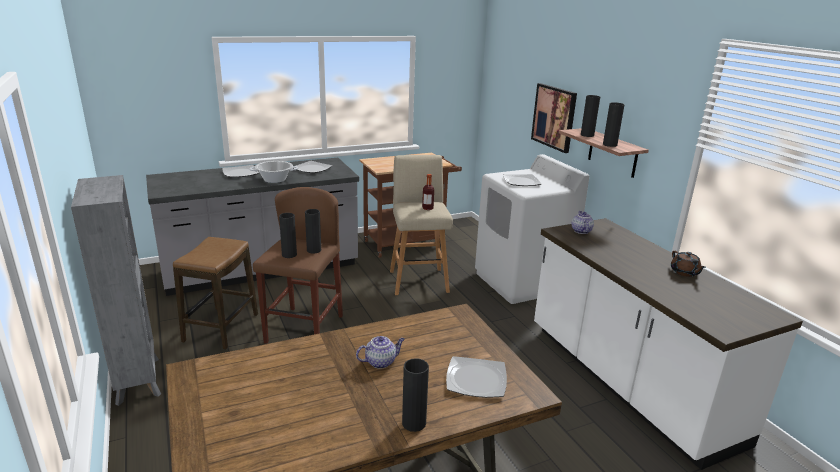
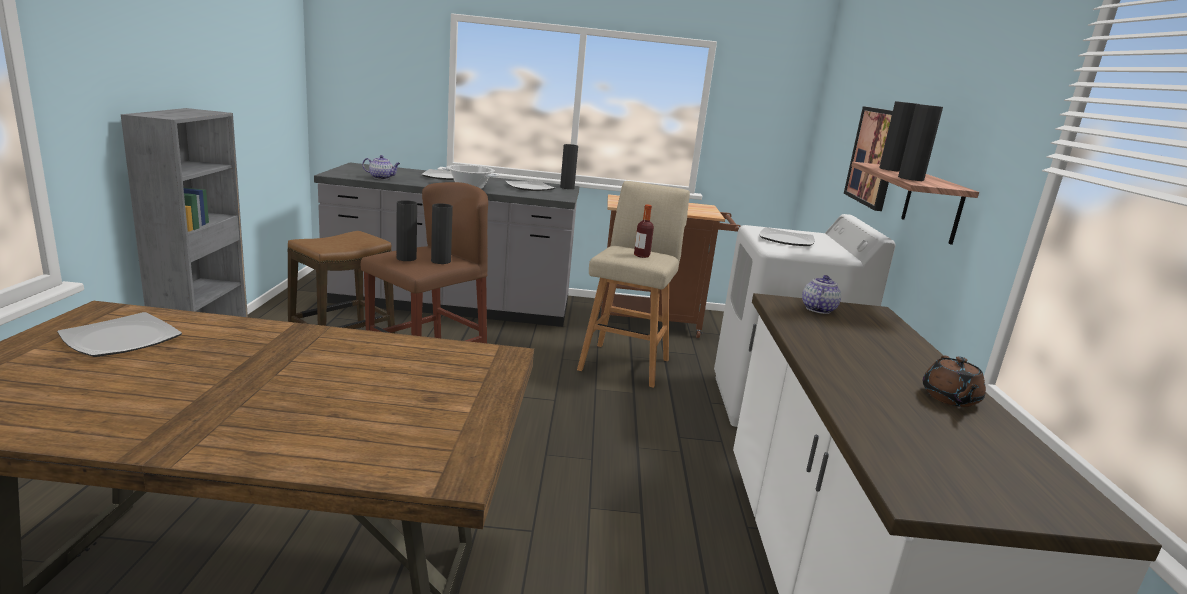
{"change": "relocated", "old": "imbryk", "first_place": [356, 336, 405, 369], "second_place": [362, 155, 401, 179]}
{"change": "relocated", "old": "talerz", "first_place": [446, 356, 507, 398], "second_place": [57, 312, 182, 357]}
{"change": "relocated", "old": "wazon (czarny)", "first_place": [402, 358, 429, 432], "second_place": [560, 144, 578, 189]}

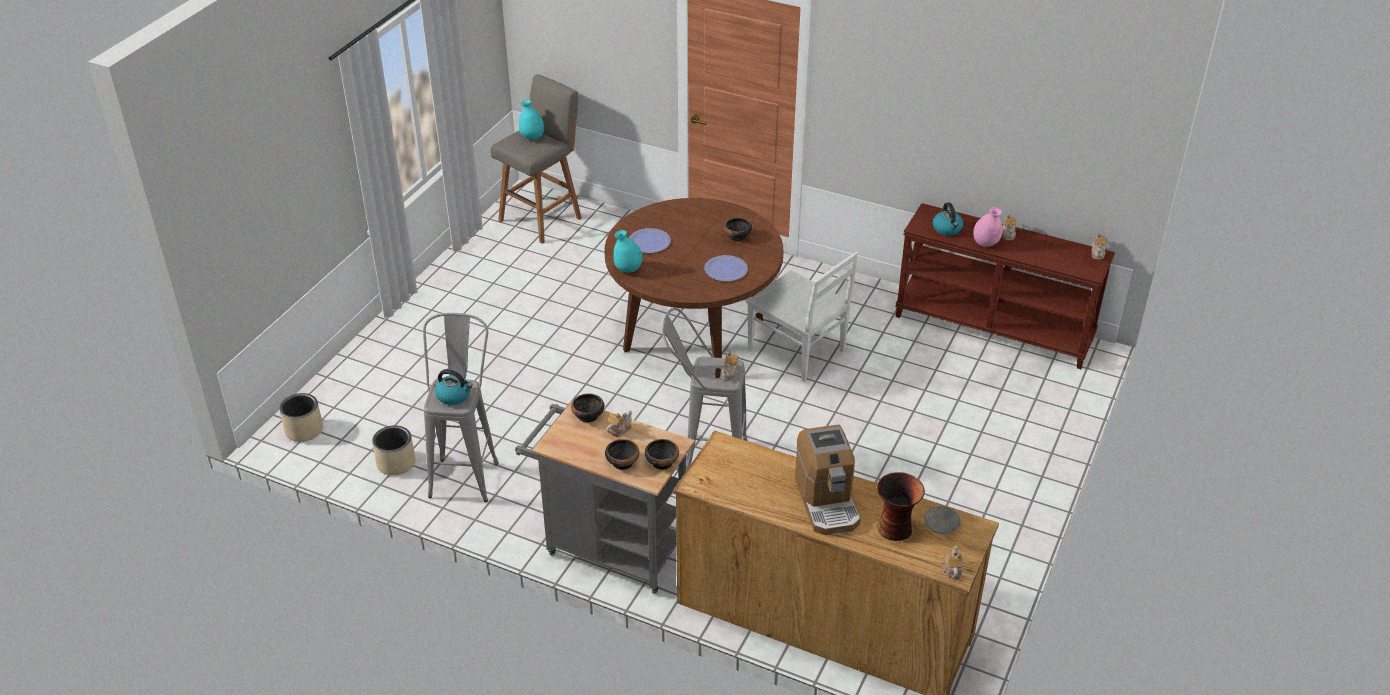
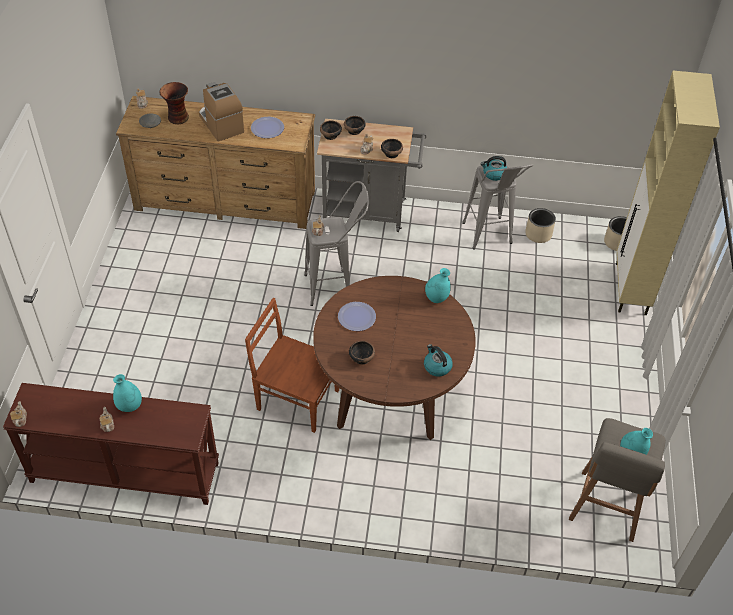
{"change": "relocated", "old": "czajnik", "first_place": [933, 202, 963, 236], "second_place": [424, 344, 453, 377]}
{"change": "colour", "old": "wazon (różowy)", "new": "wazon (turkusowy)", "first_place": [973, 207, 1002, 247], "second_place": [113, 374, 142, 412]}
{"change": "relocated", "old": "talerz", "first_place": [629, 228, 671, 253], "second_place": [251, 117, 284, 138]}
{"change": "colour", "old": "krzesło (biały)", "new": "krzesło (brązowy)", "first_place": [747, 251, 858, 382], "second_place": [245, 298, 339, 433]}
{"change": "appeared", "new": "szafka (beżowy)", "second_place": [616, 70, 720, 315]}

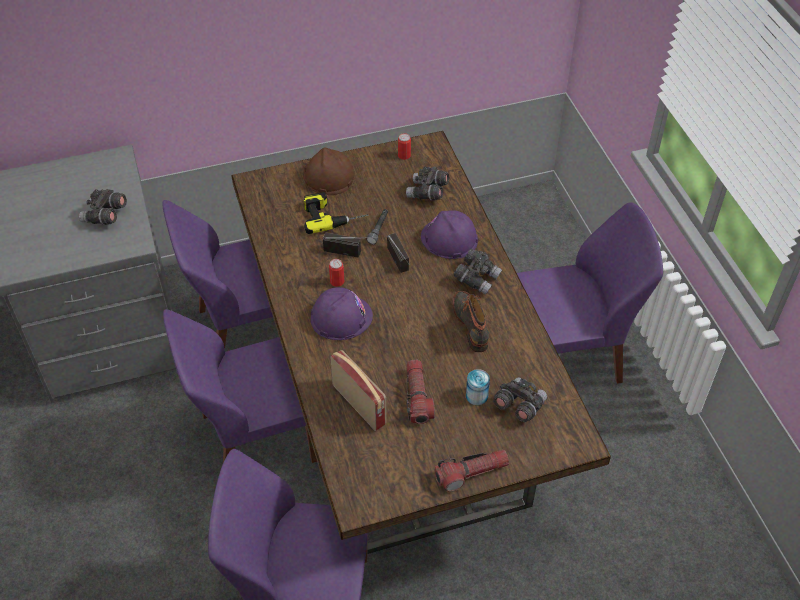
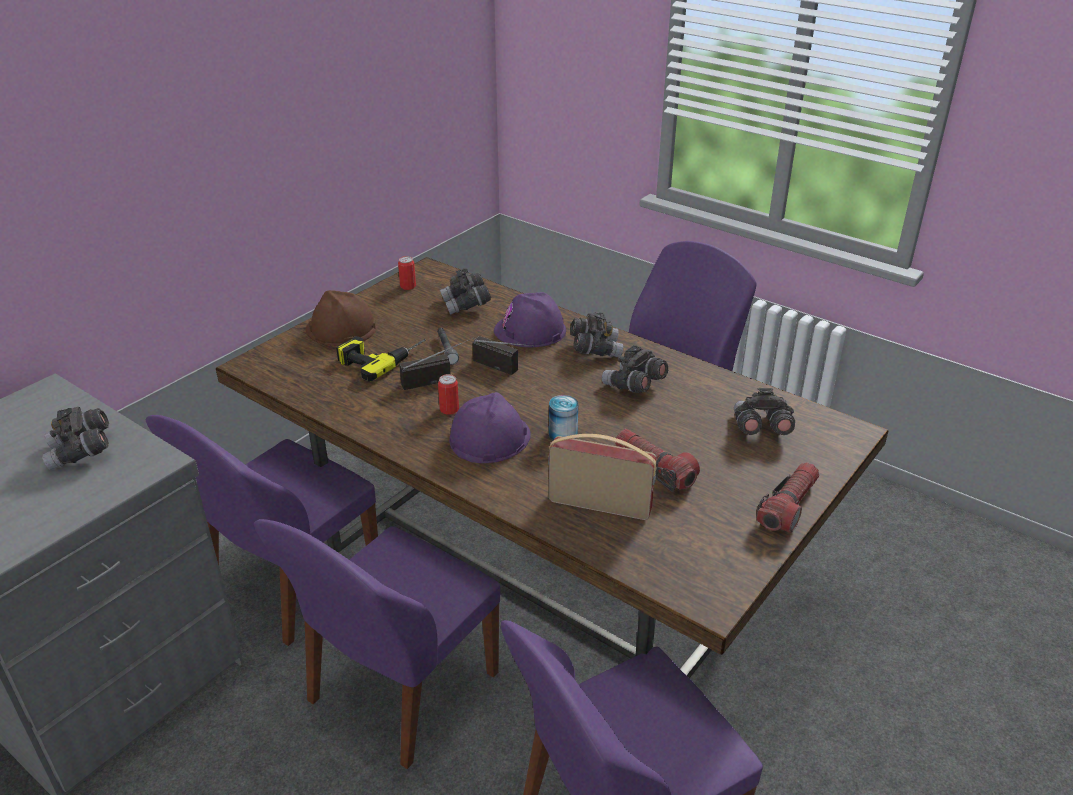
{"change": "exchanged", "old": "but z cholewką", "new": "lornetka (szary)", "first_place": [453, 291, 489, 352], "second_place": [602, 345, 669, 393]}
{"change": "relocated", "old": "puszka", "first_place": [466, 369, 490, 405], "second_place": [549, 395, 578, 441]}

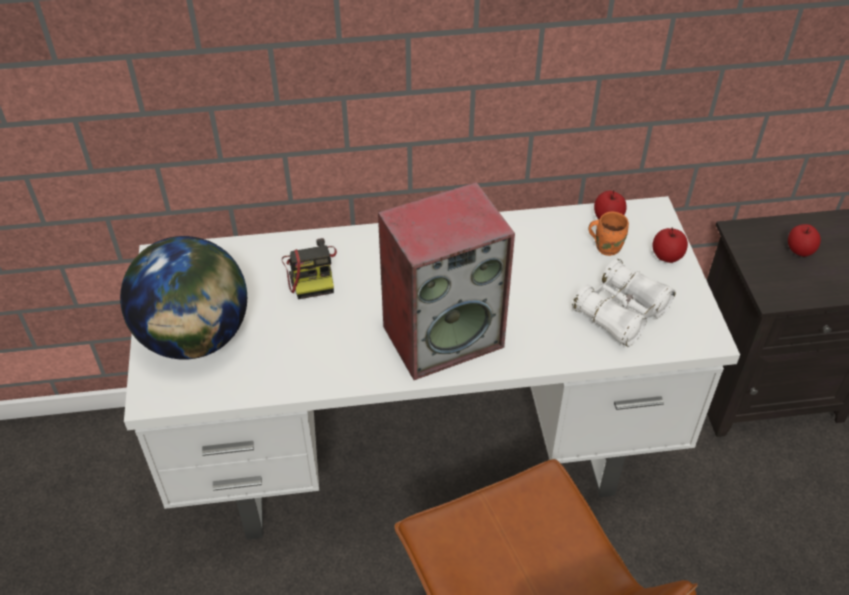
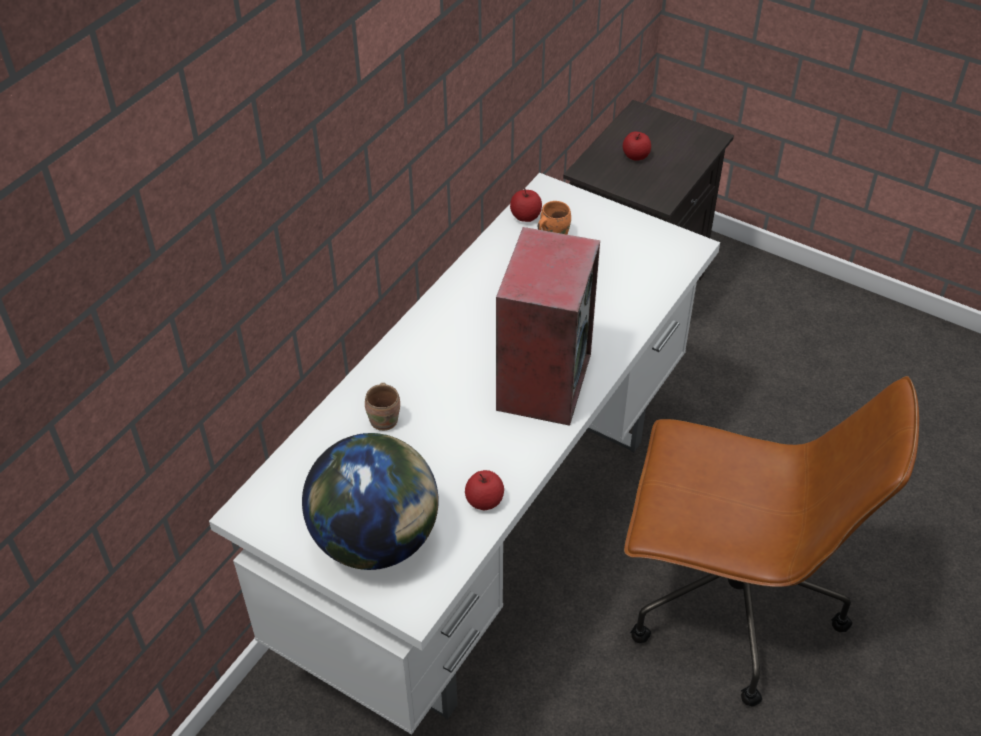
{"change": "relocated", "old": "jabłko", "first_place": [652, 227, 688, 263], "second_place": [465, 470, 504, 510]}
{"change": "exchanged", "old": "aparat fotograficzny", "new": "kubek (brązowy)", "first_place": [282, 238, 337, 299], "second_place": [365, 383, 400, 431]}
{"change": "missing", "old": "lornetka (biały)", "first_place": [572, 259, 676, 347]}

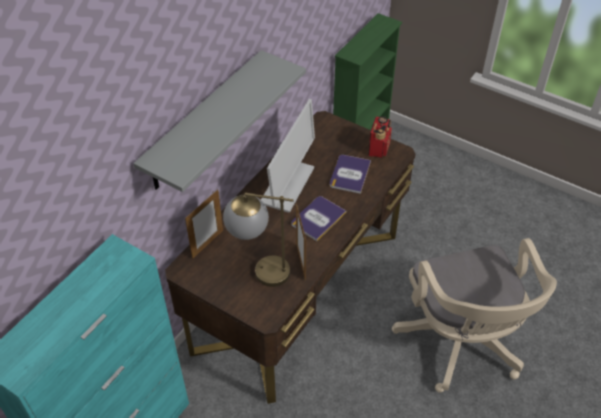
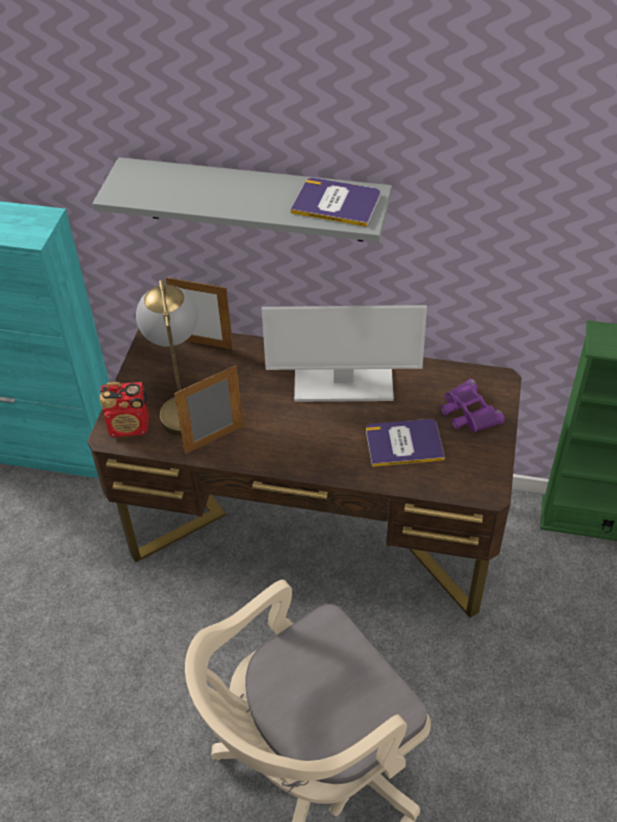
{"change": "relocated", "old": "radio", "first_place": [368, 116, 392, 158], "second_place": [99, 382, 149, 437]}
{"change": "relocated", "old": "książka", "first_place": [292, 196, 346, 241], "second_place": [291, 178, 381, 227]}
{"change": "appeared", "new": "lornetka (fioletowy)", "second_place": [441, 379, 505, 433]}

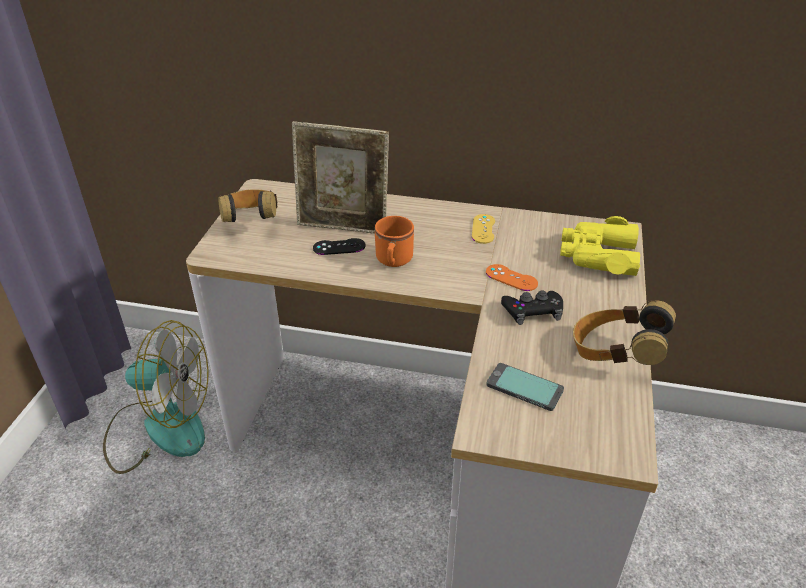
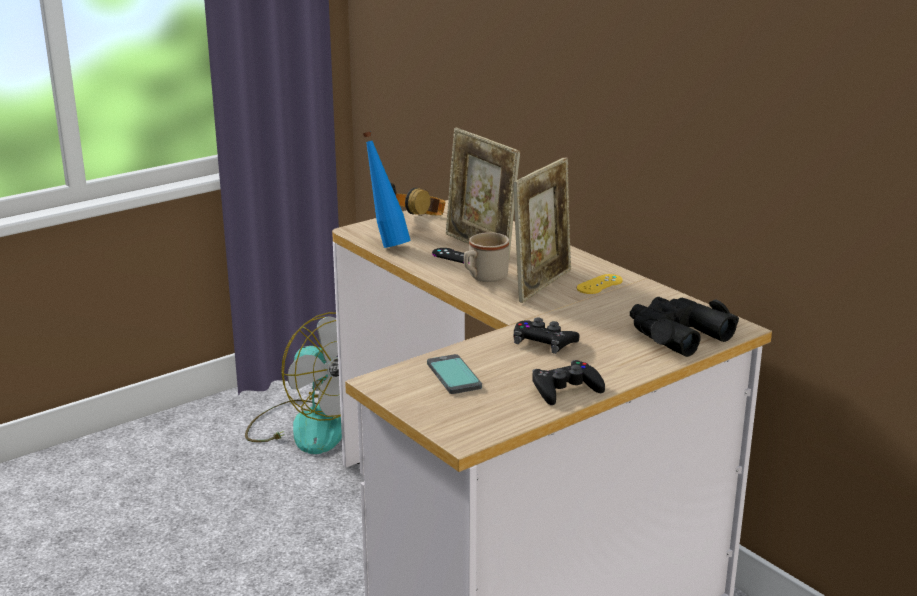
{"change": "colour", "old": "kubek (pomarańczowy)", "new": "kubek (beżowy)", "first_place": [375, 216, 414, 267], "second_place": [464, 232, 509, 282]}
{"change": "colour", "old": "lornetka (żółty)", "new": "lornetka (czarny)", "first_place": [560, 216, 640, 276], "second_place": [630, 297, 739, 357]}
{"change": "missing", "old": "pad do gier (pomarańczowy)", "first_place": [486, 264, 538, 291]}
{"change": "exchanged", "old": "słuchawki", "new": "pad do gier (czarny)", "first_place": [573, 300, 676, 365], "second_place": [532, 360, 605, 405]}
{"change": "appeared", "new": "butelka (niebieski)", "second_place": [363, 131, 411, 248]}
{"change": "appeared", "new": "ramka na zdjęcie", "second_place": [513, 157, 571, 303]}

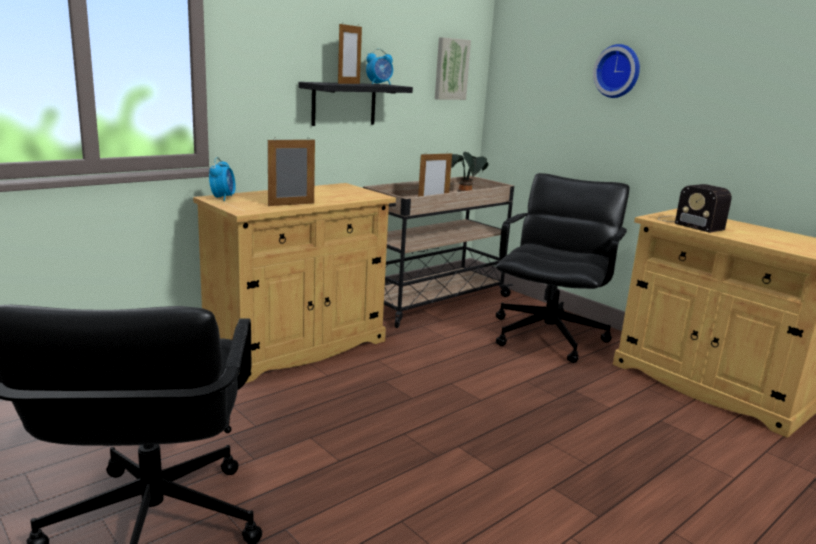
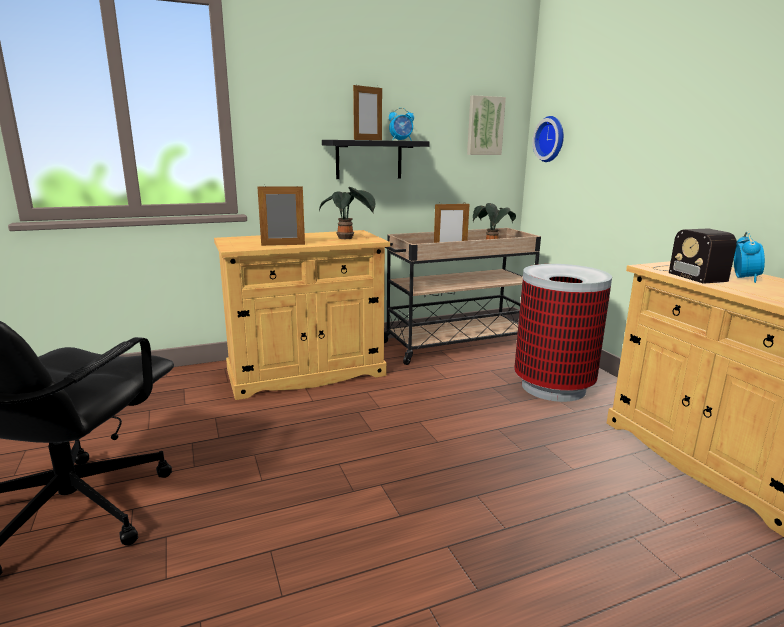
{"change": "relocated", "old": "zegar ścienny", "first_place": [593, 44, 640, 98], "second_place": [532, 116, 564, 162]}
{"change": "relocated", "old": "budzik", "first_place": [209, 157, 236, 201], "second_place": [734, 231, 765, 283]}
{"change": "exchanged", "old": "krzesło biurowe (czarny)", "new": "kosz na śmieci", "first_place": [496, 173, 629, 363], "second_place": [514, 264, 612, 402]}
{"change": "appeared", "new": "roślina doniczkowa", "second_place": [319, 187, 375, 239]}

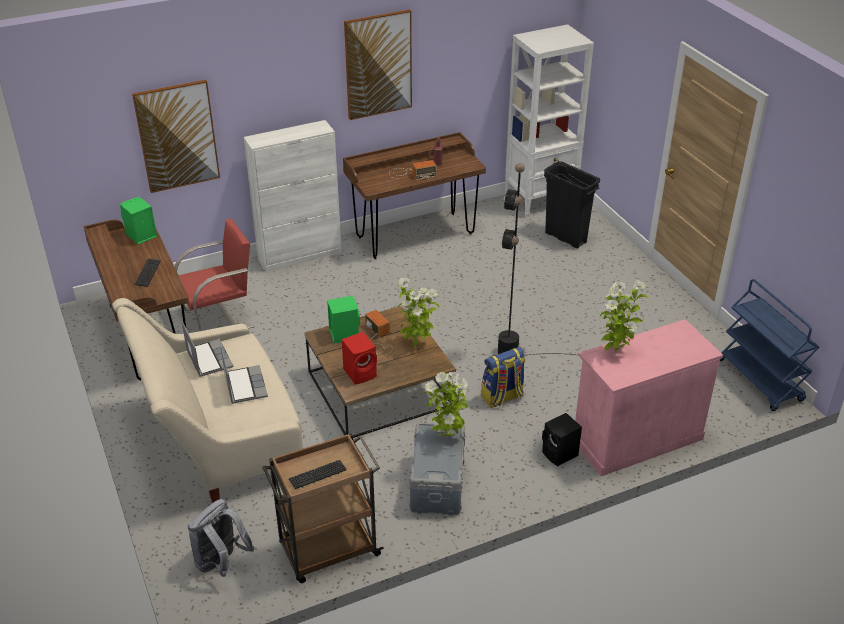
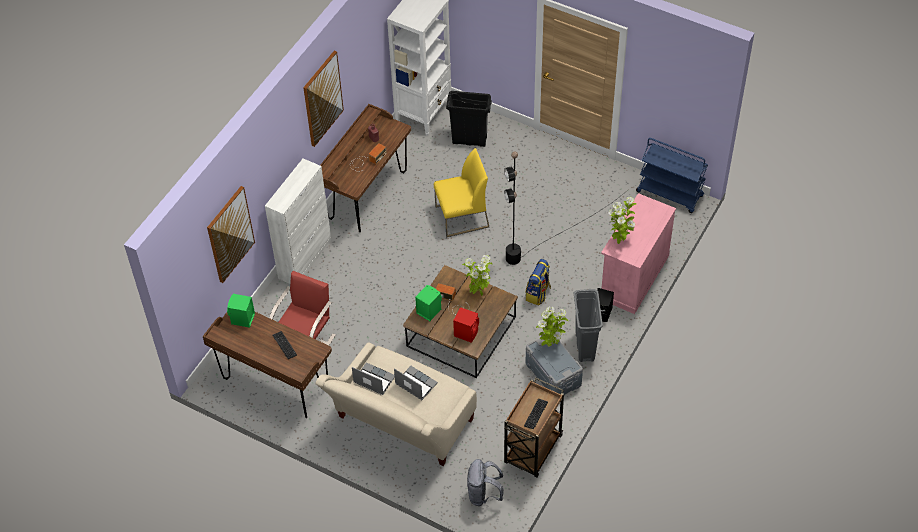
{"change": "appeared", "new": "krzesło (żółty)", "second_place": [434, 148, 489, 237]}
{"change": "appeared", "new": "kosz na śmieci (szary)", "second_place": [574, 289, 603, 362]}

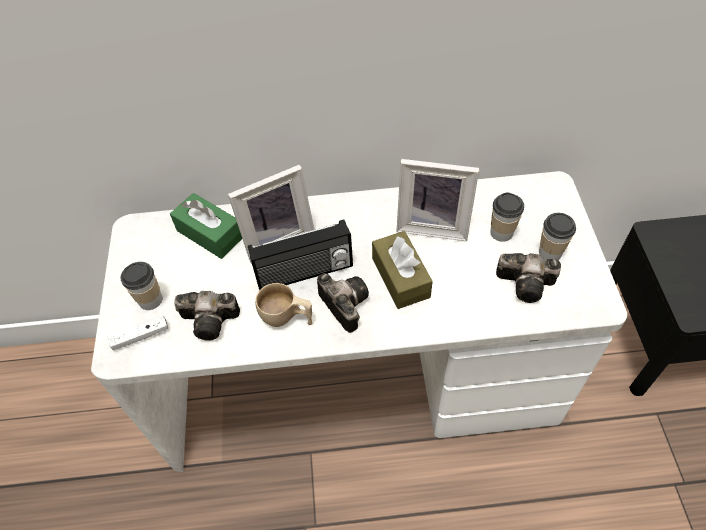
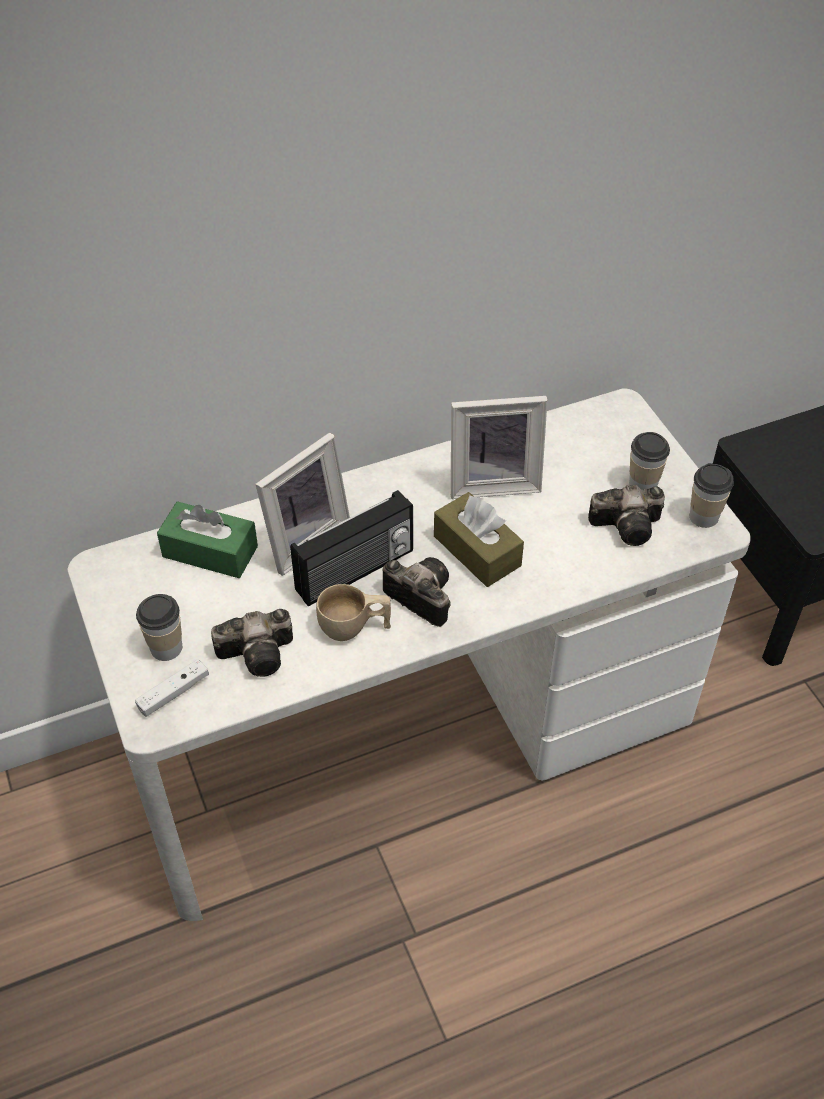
{"change": "relocated", "old": "filiżanka", "first_place": [490, 192, 524, 242], "second_place": [690, 463, 734, 528]}

